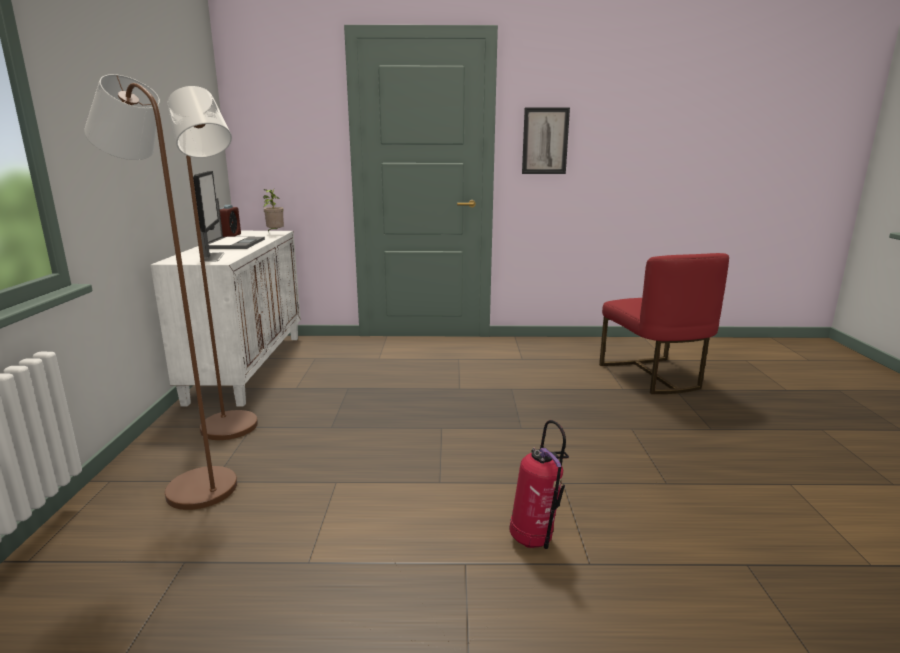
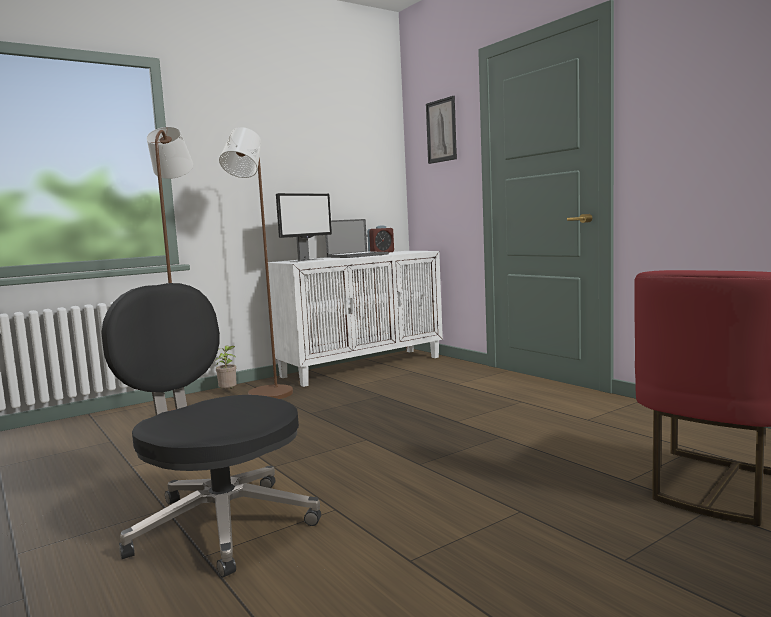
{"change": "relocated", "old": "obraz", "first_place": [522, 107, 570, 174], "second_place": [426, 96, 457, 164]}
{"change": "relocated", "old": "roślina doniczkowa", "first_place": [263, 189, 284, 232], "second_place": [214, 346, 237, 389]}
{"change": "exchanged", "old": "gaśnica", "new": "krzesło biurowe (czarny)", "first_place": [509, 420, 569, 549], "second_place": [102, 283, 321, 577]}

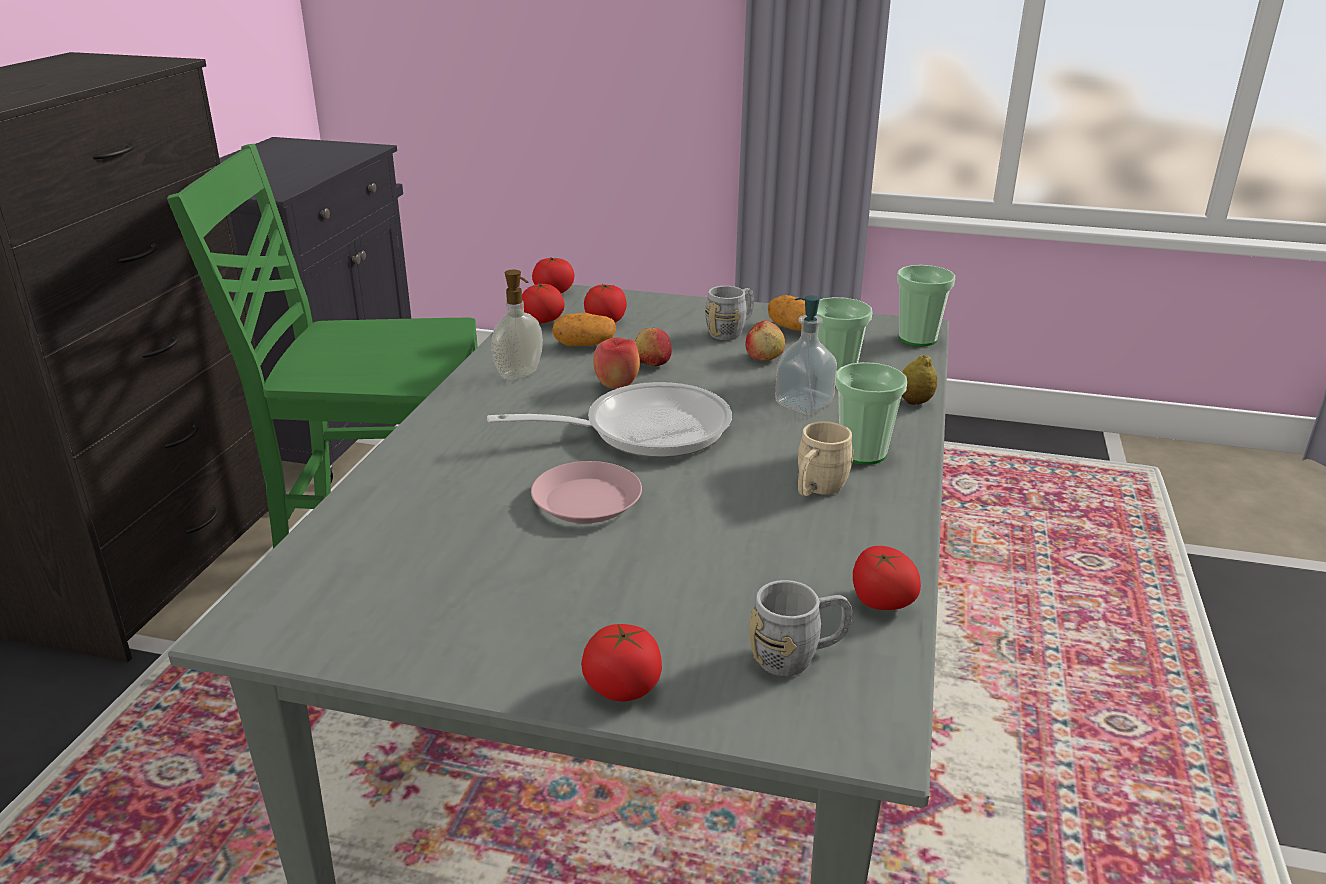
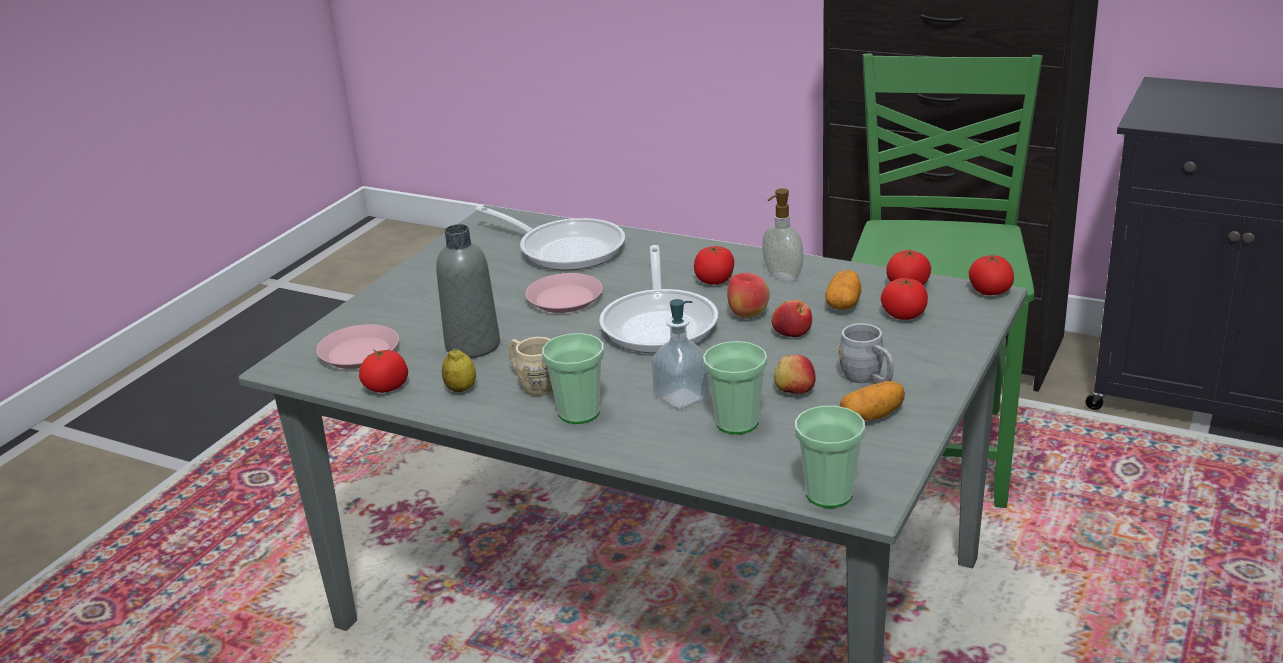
{"change": "relocated", "old": "cytryna", "first_place": [902, 354, 938, 405], "second_place": [442, 349, 476, 392]}
{"change": "exchanged", "old": "kubek (szary)", "new": "talerz (różowy)", "first_place": [749, 580, 852, 676], "second_place": [316, 324, 399, 369]}
{"change": "relocated", "old": "pomidor", "first_place": [581, 624, 662, 701], "second_place": [694, 246, 734, 285]}
{"change": "appeared", "new": "patelnia", "second_place": [475, 206, 625, 270]}
{"change": "appeared", "new": "butelka (szary)", "second_place": [436, 224, 500, 358]}

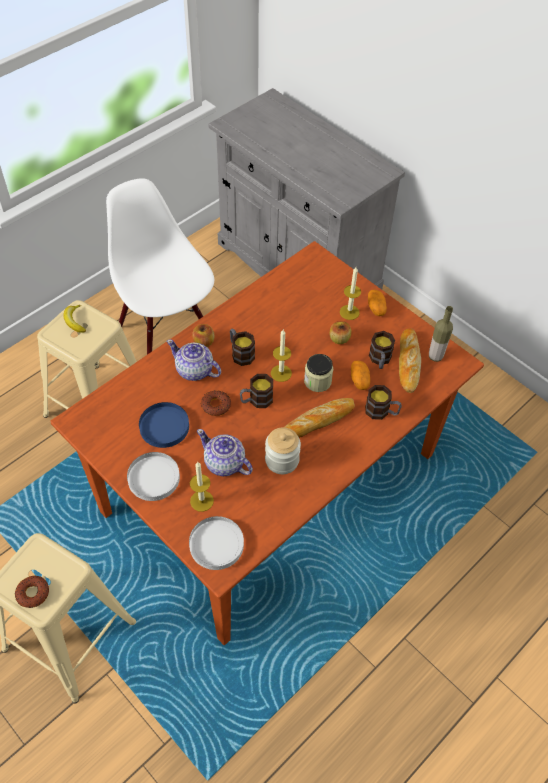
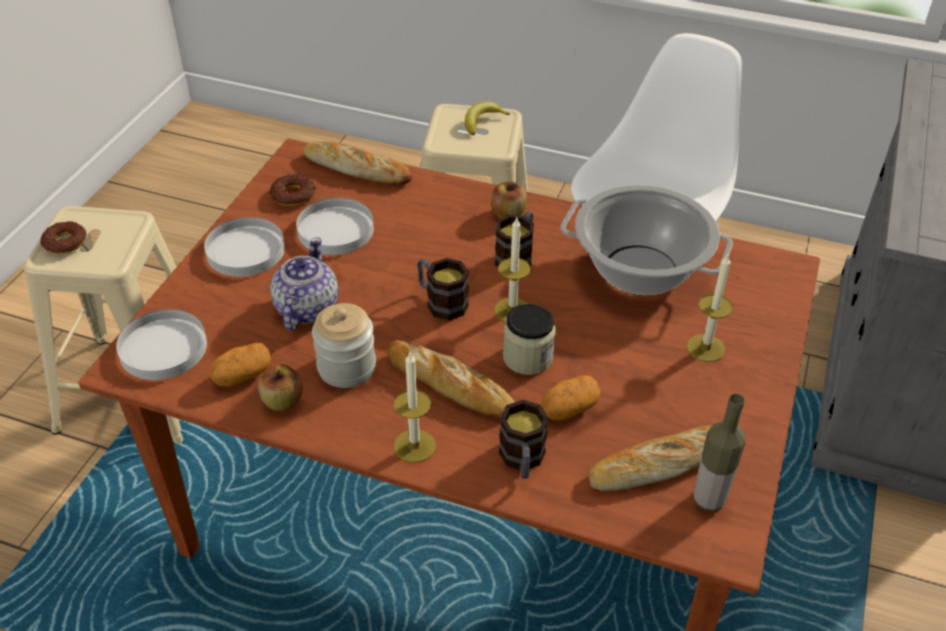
{"change": "relocated", "old": "ziemniak", "first_place": [368, 290, 387, 316], "second_place": [210, 343, 271, 387]}
{"change": "relocated", "old": "jabłko", "first_place": [329, 321, 351, 344], "second_place": [258, 364, 303, 411]}
{"change": "missing", "old": "kubek", "first_place": [369, 331, 395, 369]}
{"change": "missing", "old": "imbryk", "first_place": [167, 339, 221, 381]}
{"change": "relocated", "old": "donut", "first_place": [201, 390, 231, 416], "second_place": [270, 174, 316, 206]}
{"change": "colour", "old": "talerz (niebieski)", "new": "talerz (biały)", "first_place": [139, 402, 189, 448], "second_place": [296, 198, 374, 255]}
{"change": "relocated", "old": "świeca", "first_place": [190, 462, 214, 512], "second_place": [394, 353, 436, 463]}
{"change": "appeared", "new": "chleb", "second_place": [303, 141, 412, 185]}
{"change": "appeared", "new": "garnek", "second_place": [560, 185, 733, 296]}

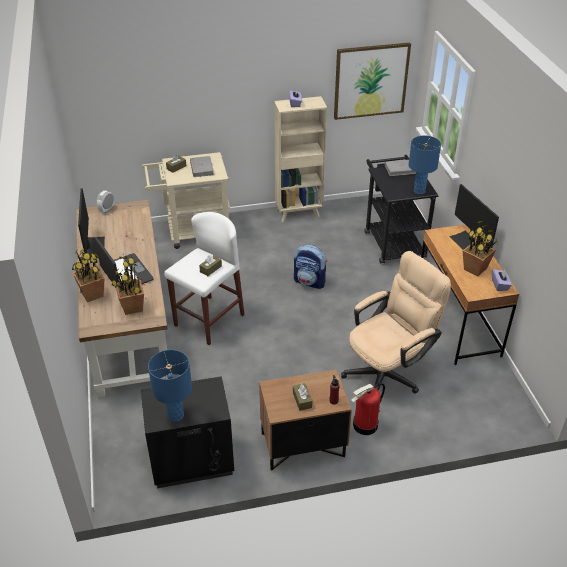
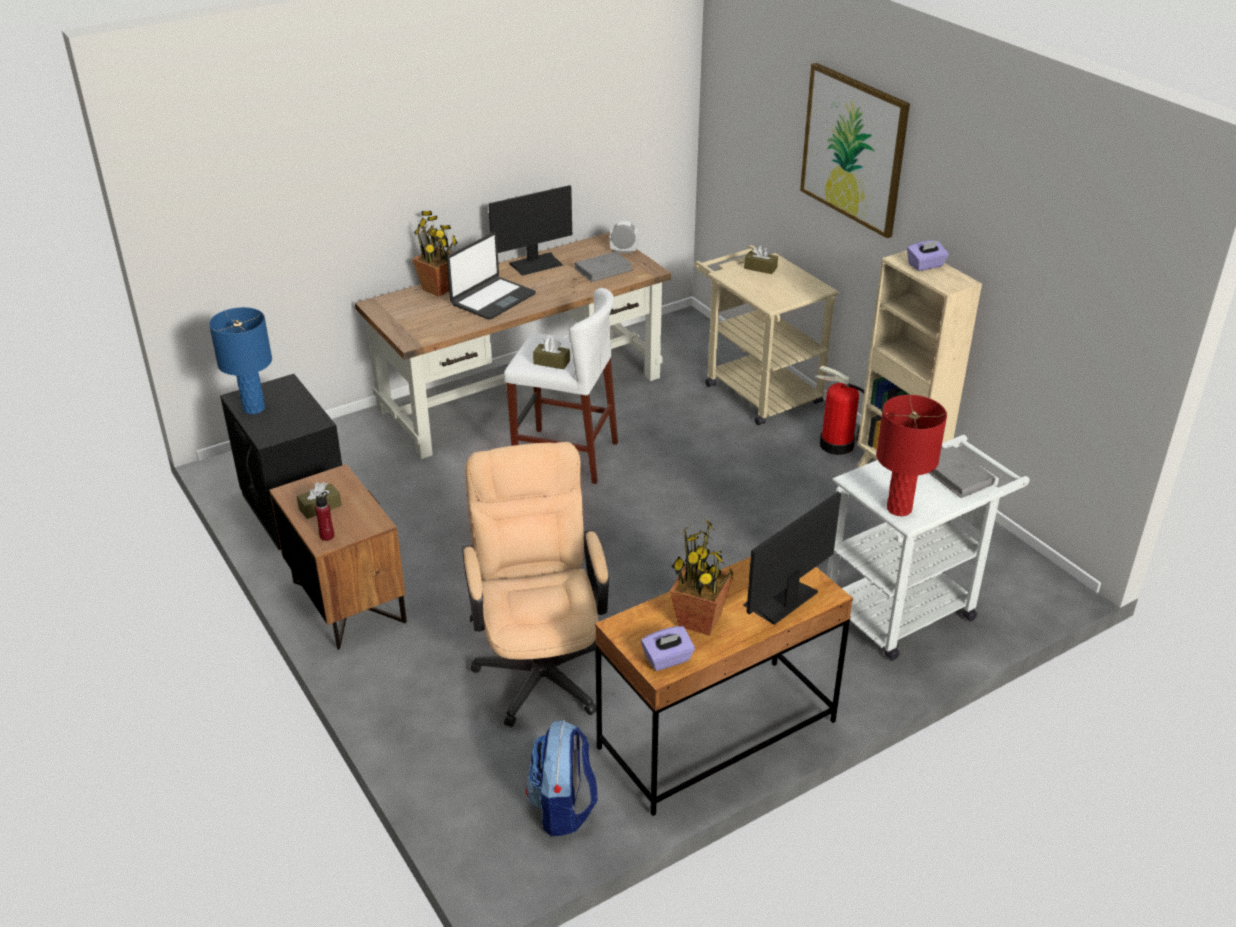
{"change": "relocated", "old": "obraz", "first_place": [334, 43, 411, 120], "second_place": [800, 63, 910, 238]}
{"change": "colour", "old": "lampa stołowa (niebieski)", "new": "lampa stołowa (czerwony)", "first_place": [408, 136, 441, 194], "second_place": [876, 395, 947, 516]}
{"change": "colour", "old": "wózek (czarny)", "new": "wózek (biały)", "first_place": [364, 155, 438, 264], "second_place": [827, 435, 1030, 660]}
{"change": "relocated", "old": "książka (szary)", "first_place": [190, 156, 214, 177], "second_place": [574, 251, 633, 282]}
{"change": "relocated", "old": "plecak", "first_place": [294, 245, 327, 289], "second_place": [525, 720, 598, 836]}
{"change": "spun", "old": "krzesło biurowe (beżowy)", "first_place": [341, 251, 451, 394], "second_place": [462, 442, 609, 727], "degrees": -135}
{"change": "missing", "old": "roślina doniczkowa", "first_place": [112, 256, 144, 315]}
{"change": "relocated", "old": "gaśnica", "first_place": [351, 383, 385, 435], "second_place": [815, 366, 864, 455]}

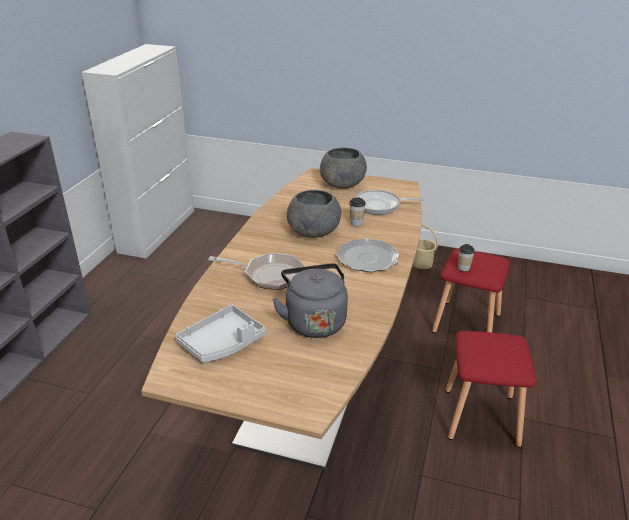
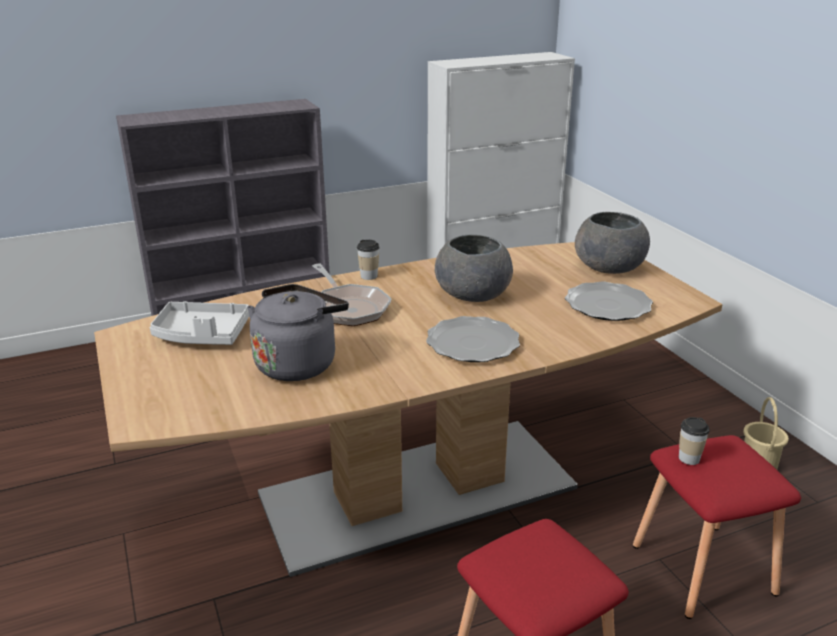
{"change": "exchanged", "old": "patelnia", "new": "talerz", "first_place": [355, 190, 425, 215], "second_place": [565, 281, 653, 321]}
{"change": "relocated", "old": "filiżanka", "first_place": [349, 197, 366, 226], "second_place": [357, 240, 380, 280]}

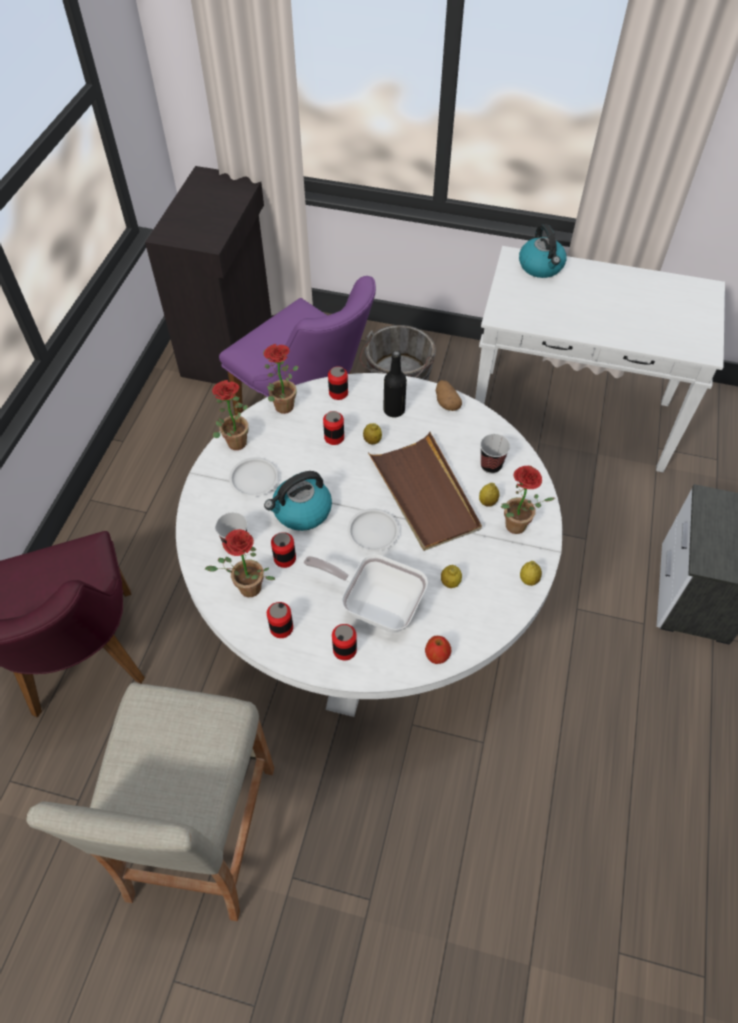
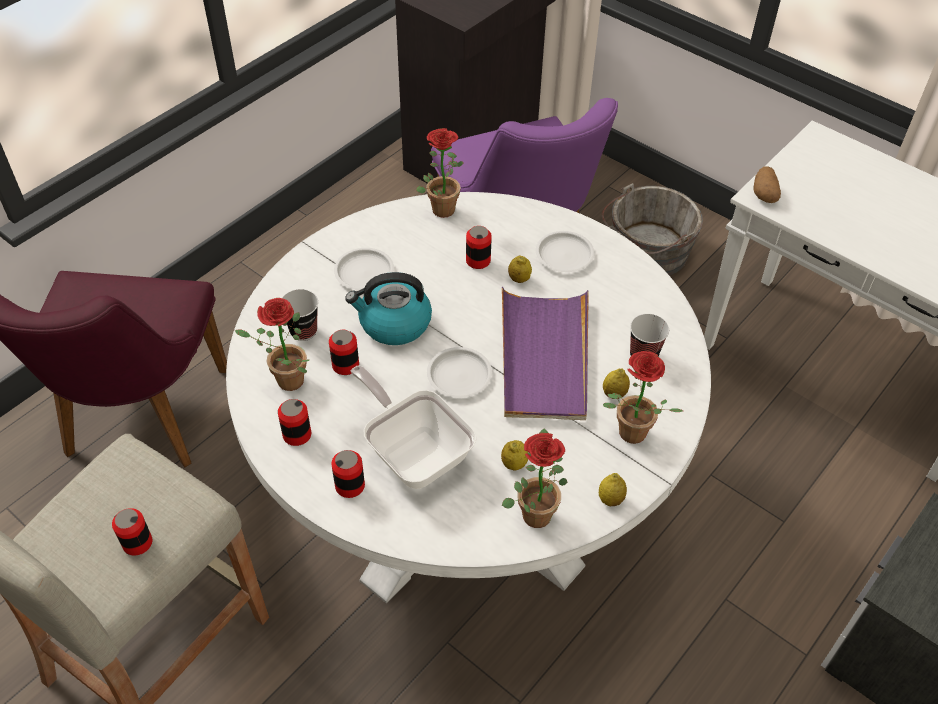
{"change": "missing", "old": "czajnik", "first_place": [519, 224, 566, 278]}
{"change": "exchanged", "old": "butelka (czarny)", "new": "talerz (biały)", "first_place": [383, 351, 407, 417], "second_place": [536, 231, 595, 272]}
{"change": "relocated", "old": "puszka", "first_place": [328, 366, 348, 400], "second_place": [112, 508, 152, 556]}
{"change": "relocated", "old": "roślina doniczkowa", "first_place": [212, 380, 249, 450], "second_place": [502, 428, 568, 528]}
{"change": "relocated", "old": "ziemniak", "first_place": [436, 380, 462, 411], "second_place": [753, 166, 781, 203]}
{"change": "colour", "old": "taca (brązowy)", "new": "taca (fioletowy)", "first_place": [368, 432, 482, 551], "second_place": [502, 287, 589, 420]}
{"change": "missing", "old": "jabłko", "first_place": [425, 636, 451, 664]}

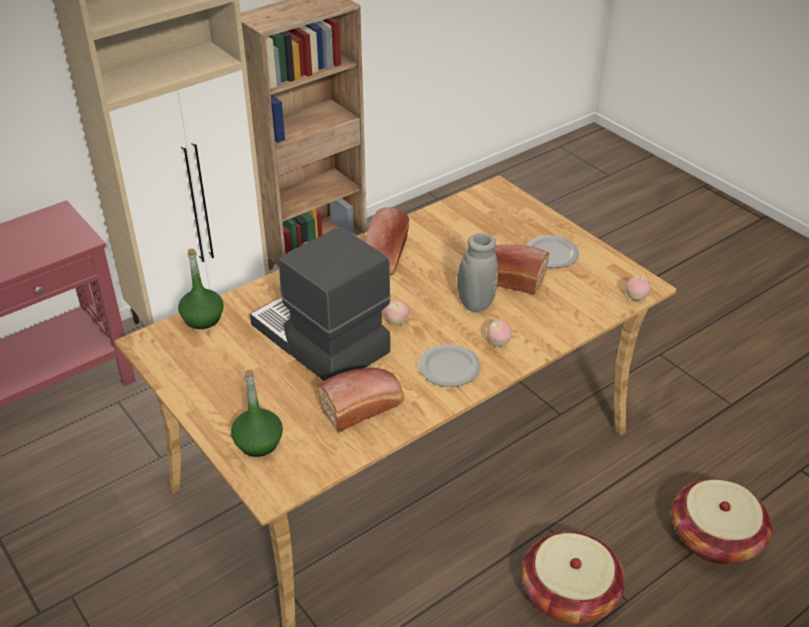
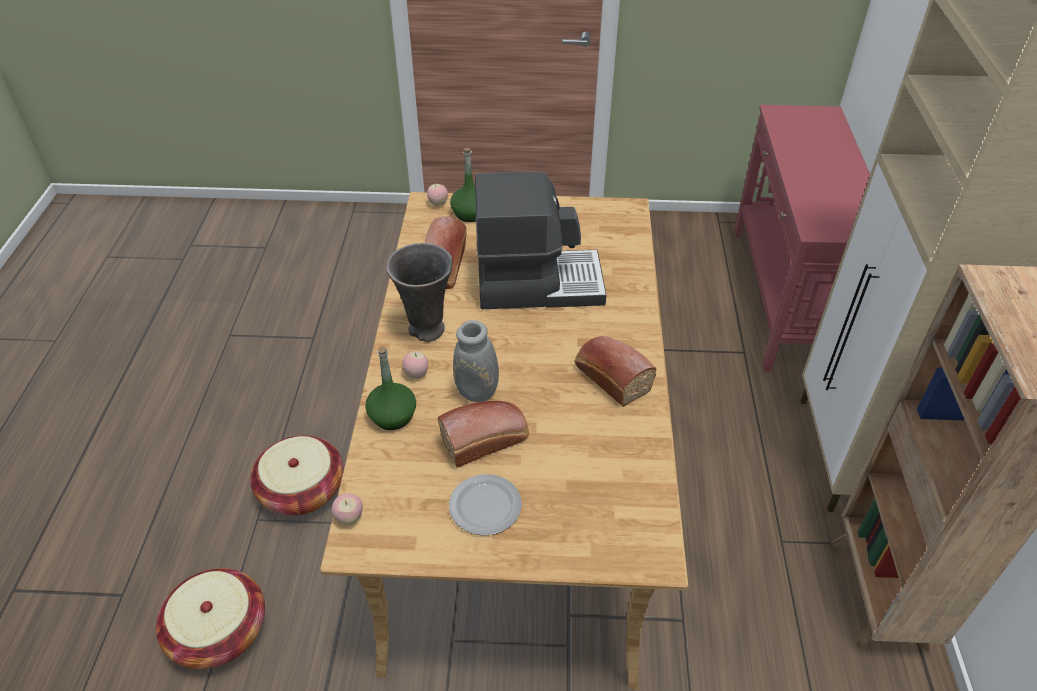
{"change": "relocated", "old": "butelka (zielony)", "first_place": [178, 249, 224, 329], "second_place": [365, 346, 416, 430]}
{"change": "relocated", "old": "jabłko", "first_place": [384, 300, 409, 325], "second_place": [427, 184, 448, 206]}
{"change": "exchanged", "old": "talerz", "new": "wazon (szary)", "first_place": [418, 344, 481, 387], "second_place": [386, 243, 452, 342]}

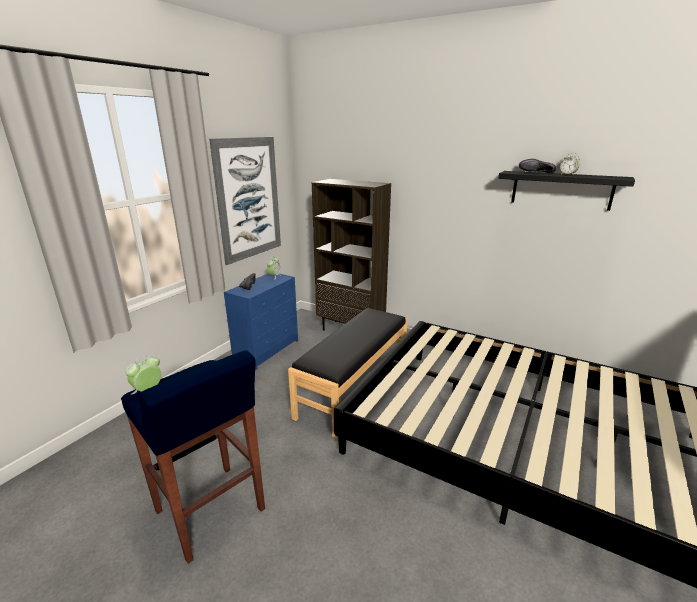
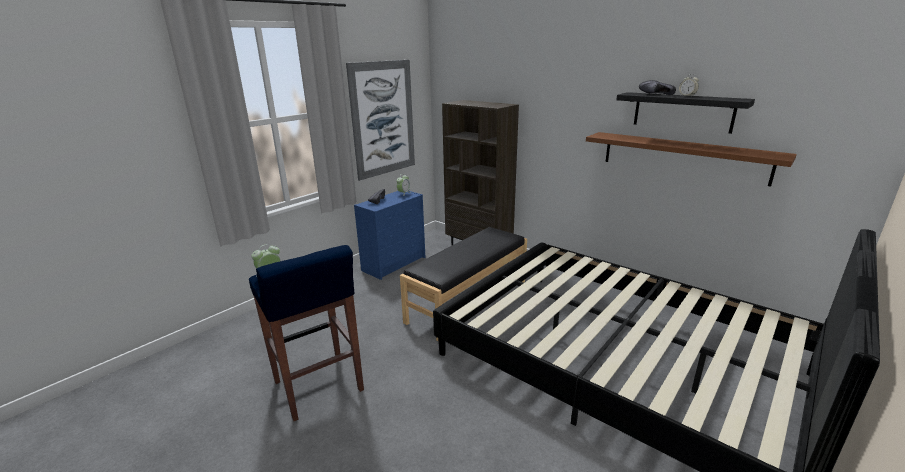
{"change": "appeared", "new": "półka (brązowy)", "second_place": [586, 132, 797, 187]}

